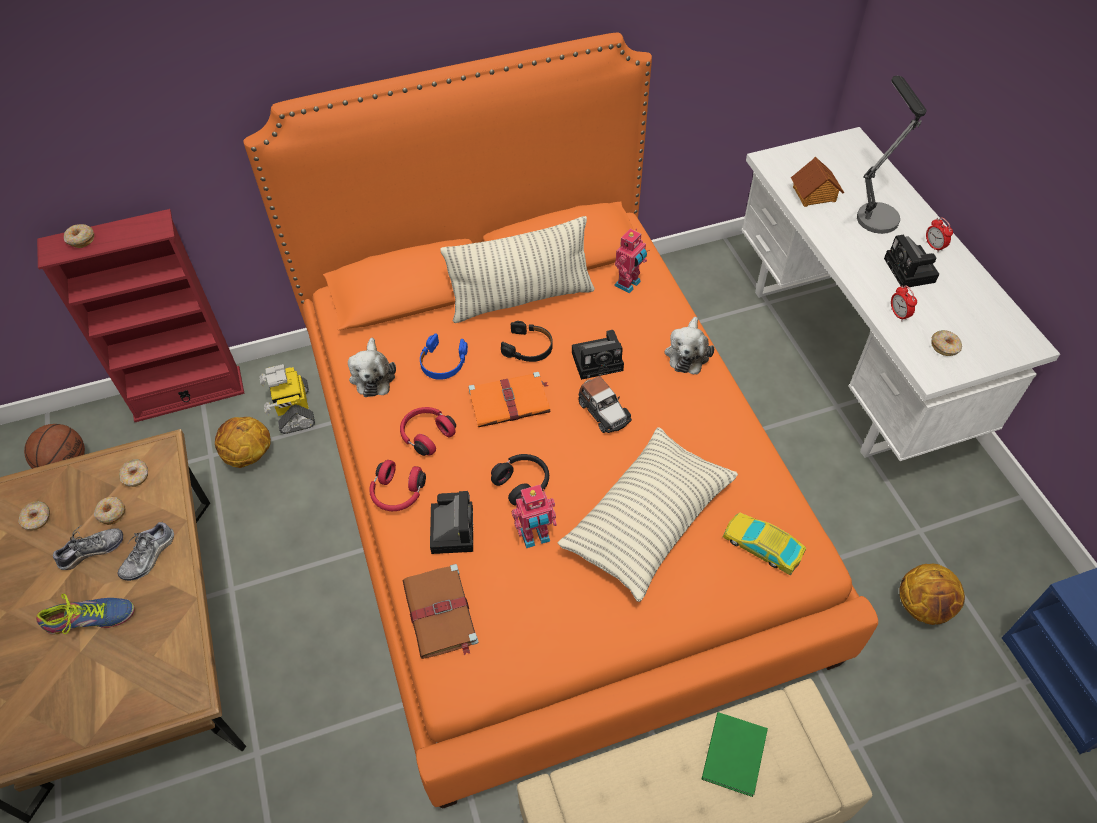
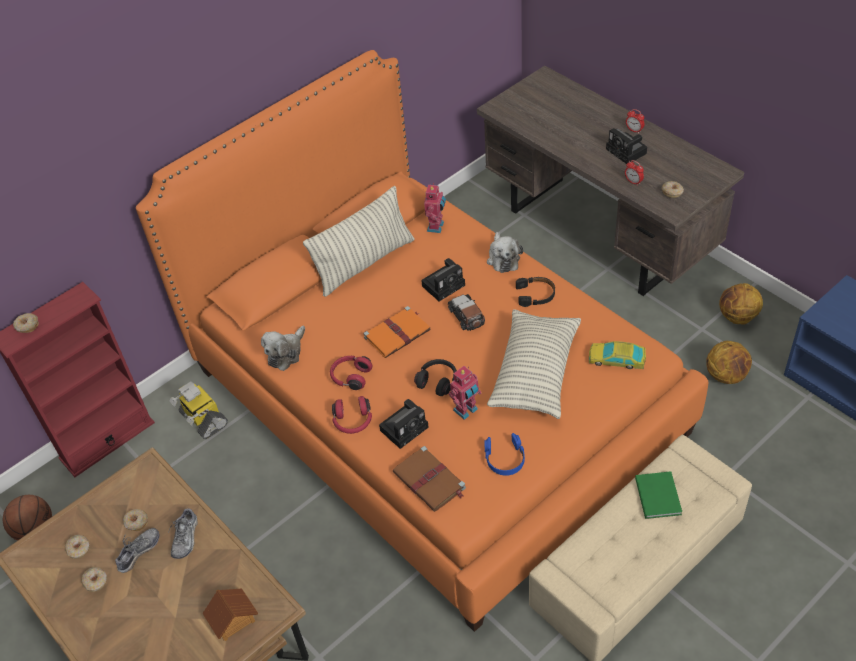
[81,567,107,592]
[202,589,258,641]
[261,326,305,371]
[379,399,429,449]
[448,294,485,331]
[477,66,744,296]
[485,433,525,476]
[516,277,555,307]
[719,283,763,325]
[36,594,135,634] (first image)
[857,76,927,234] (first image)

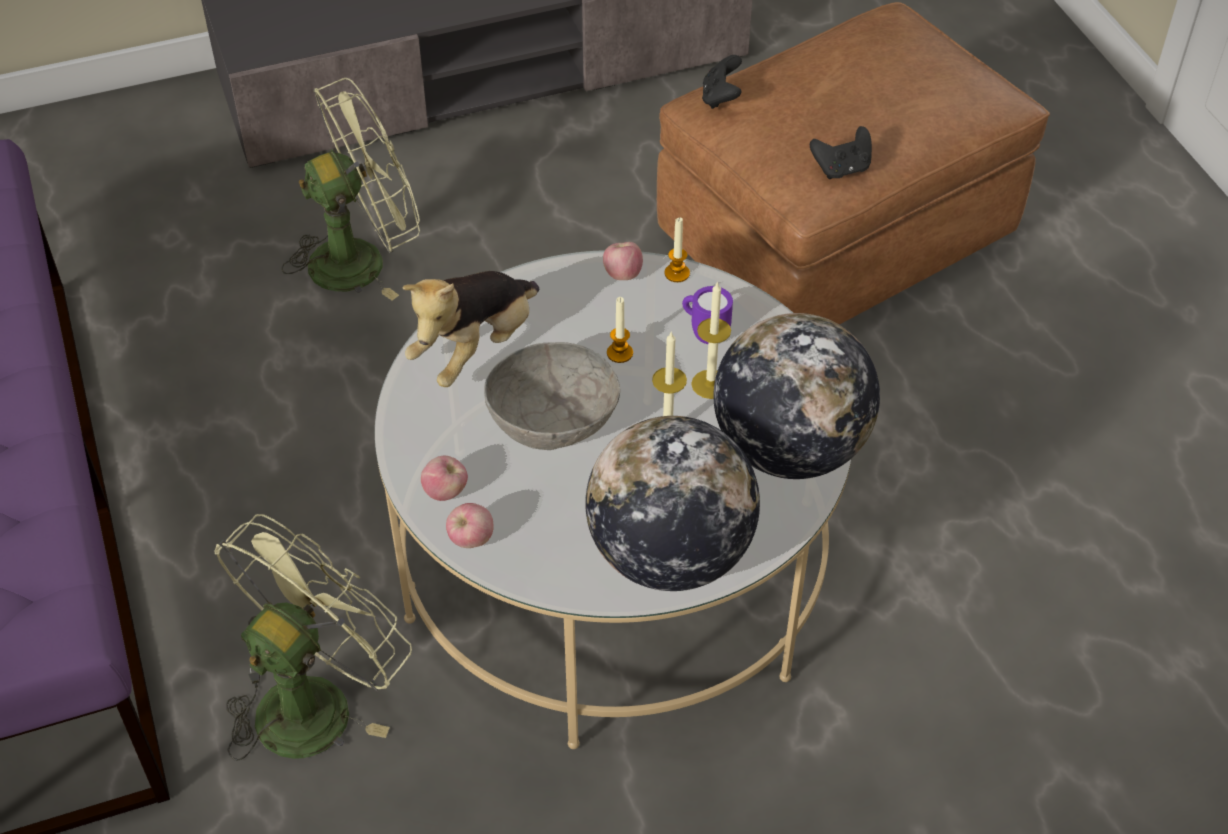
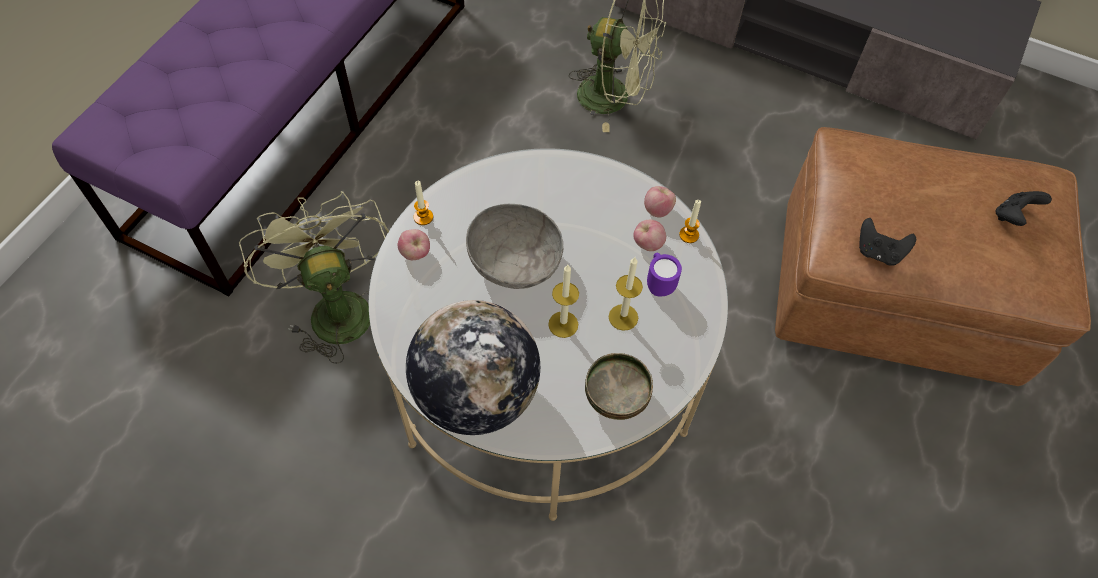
[239,191,389,364]
[414,181,433,225]
[585,353,653,420]
[634,220,666,251]
[995,191,1052,226]
[403,271,539,387] (first image)

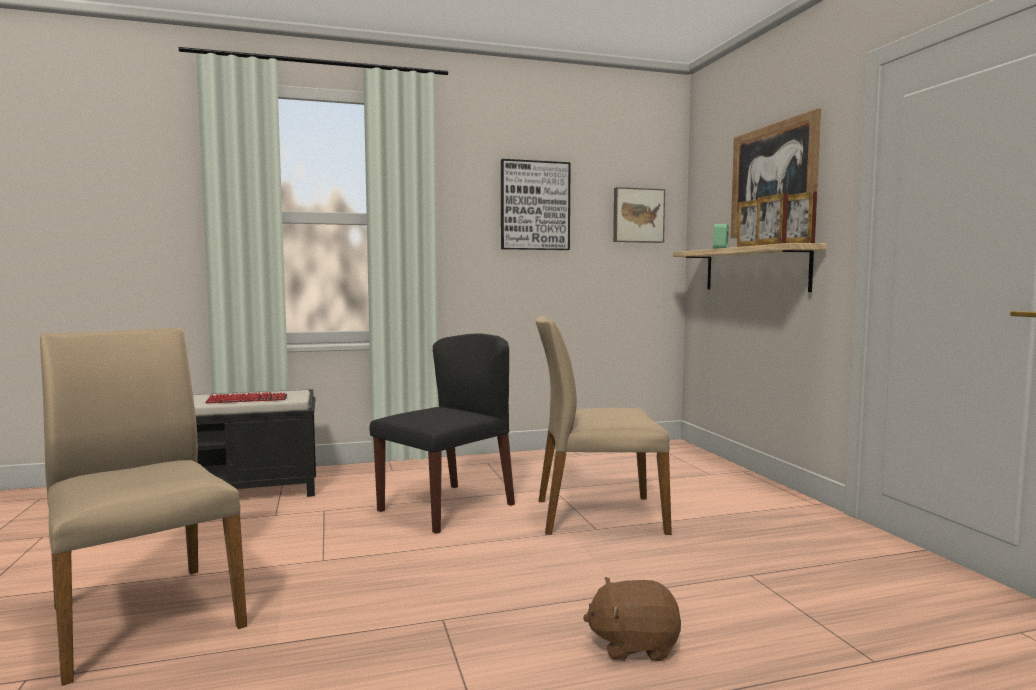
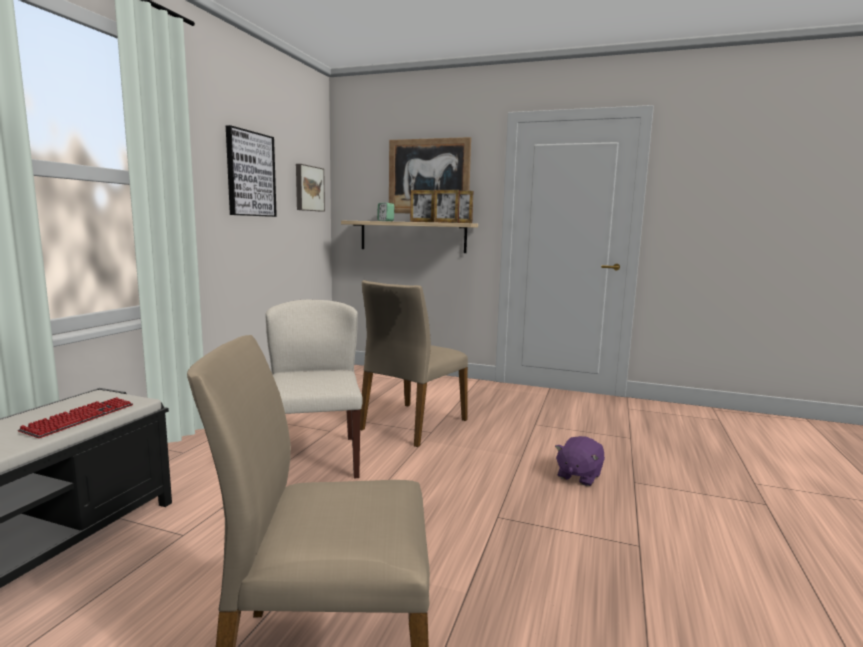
[265,300,363,479]
[555,436,605,486]

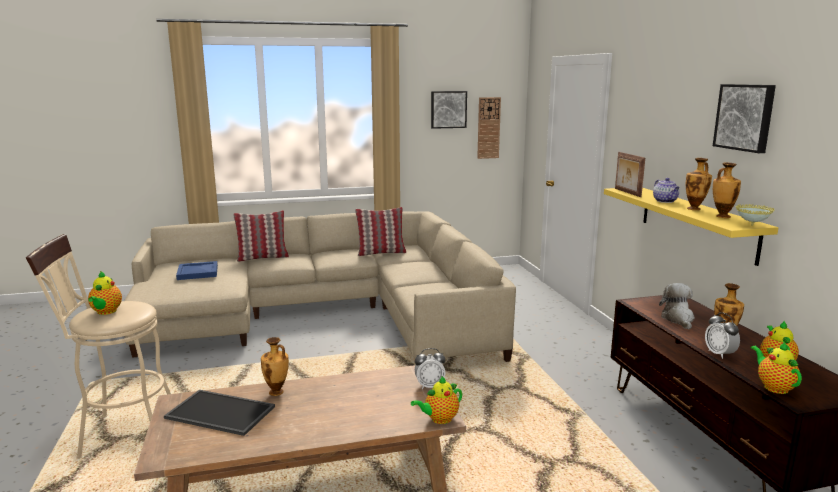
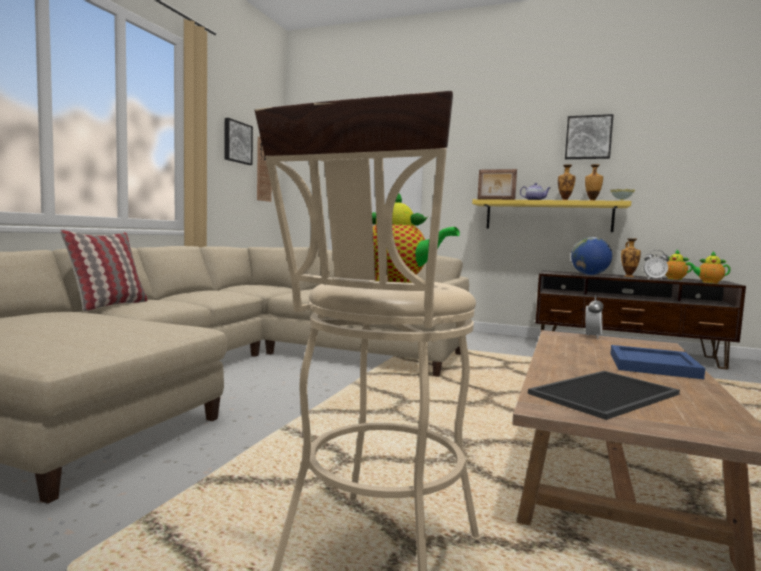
[571,237,612,275]
[610,345,705,379]
[261,337,289,396] (first image)
[355,207,406,256] (first image)
[411,376,462,424] (first image)

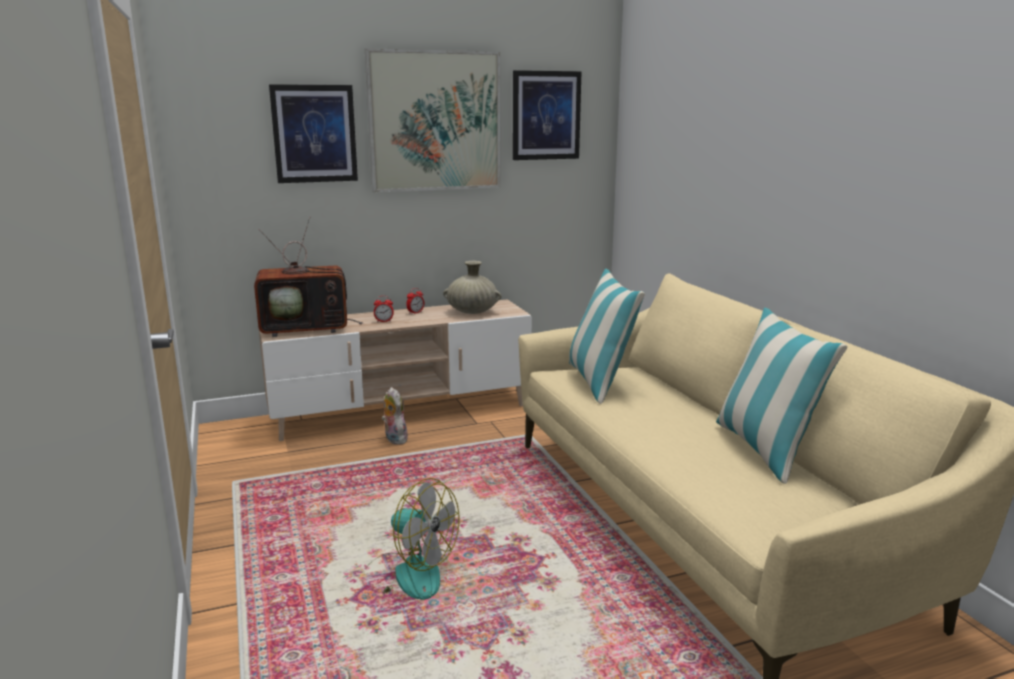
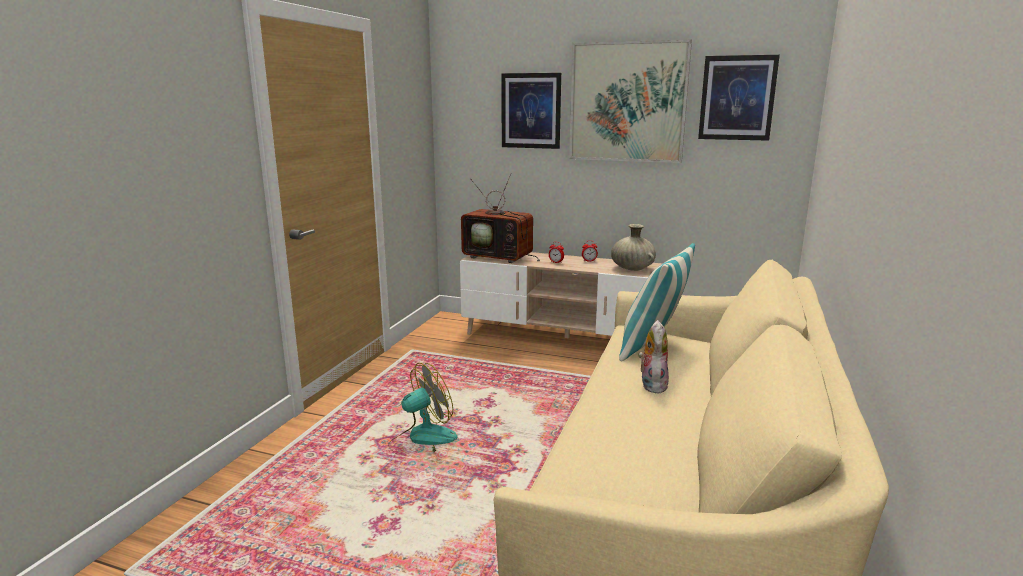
[388,363,458,455]
[638,320,669,393]
[716,308,848,484] (first image)

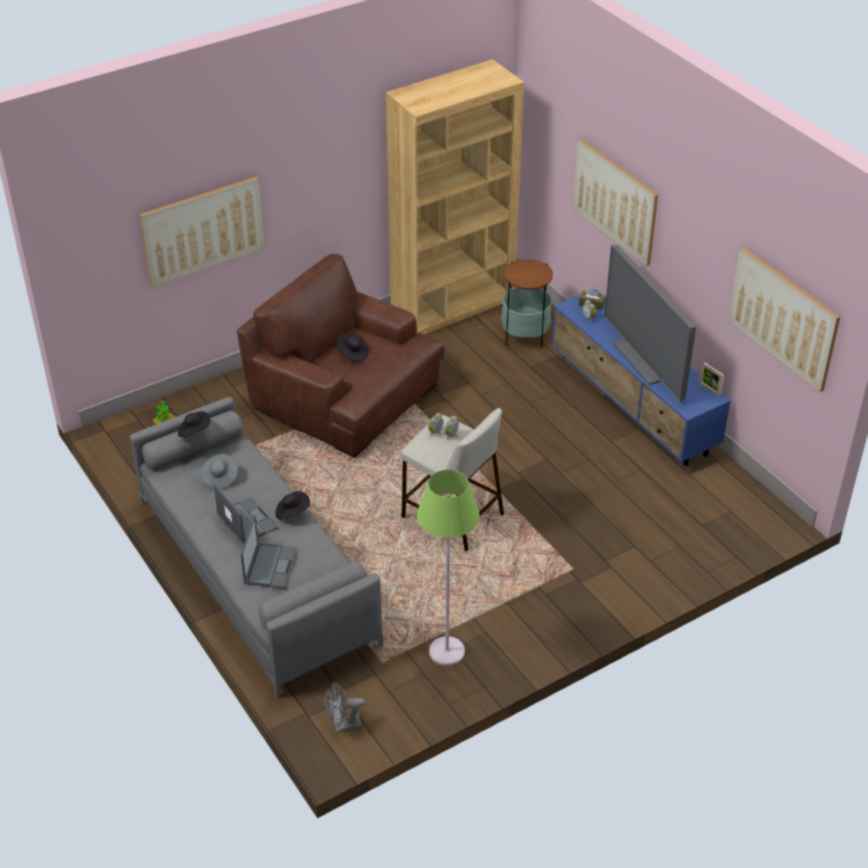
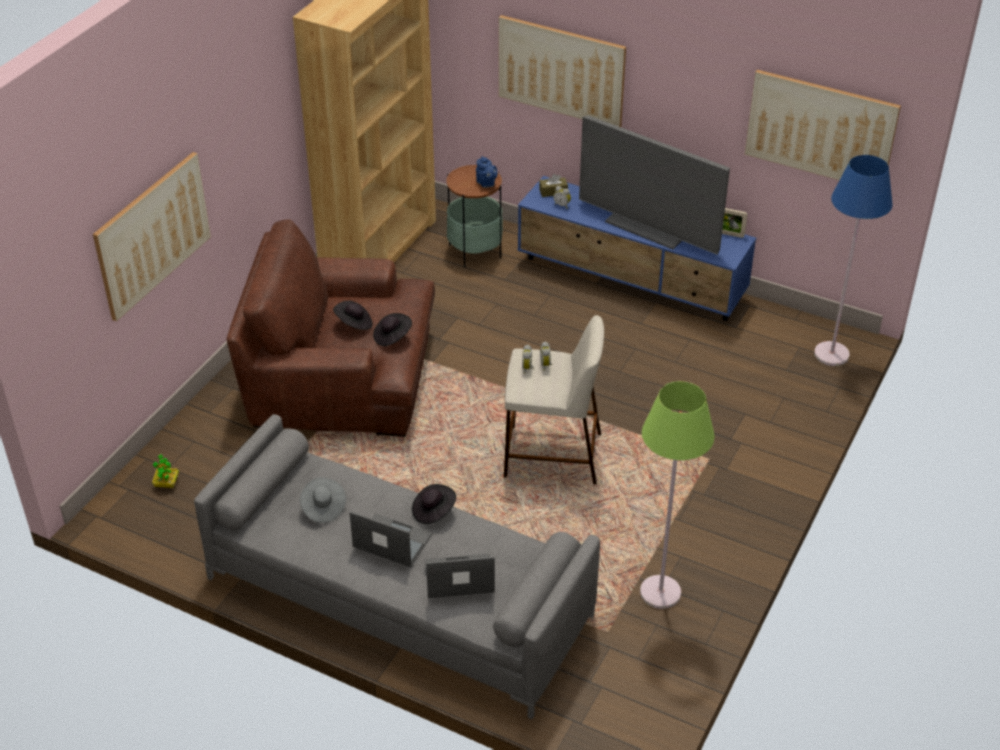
[373,313,412,346]
[424,554,495,598]
[476,156,498,188]
[814,155,893,366]
[324,682,365,732] (first image)

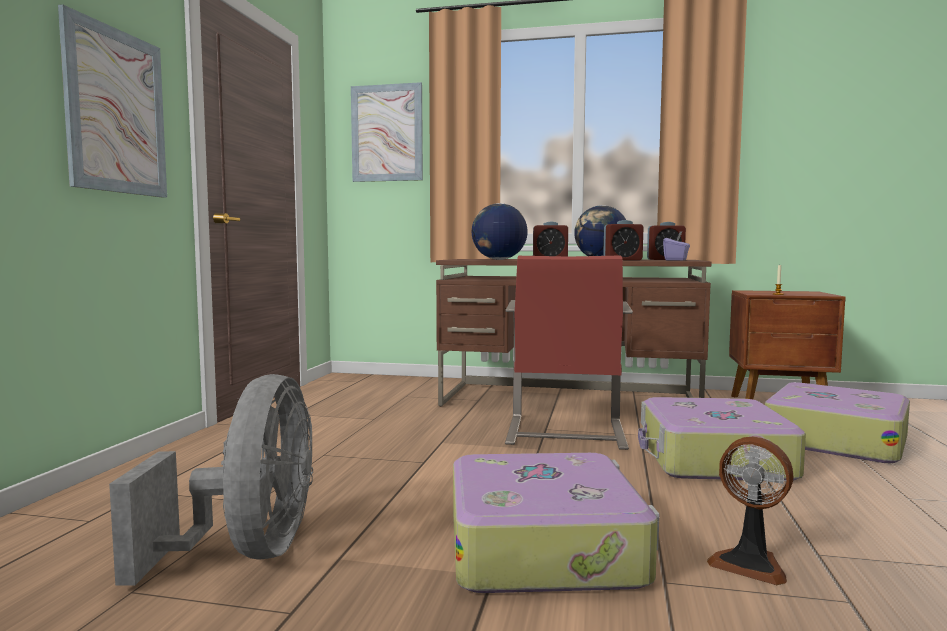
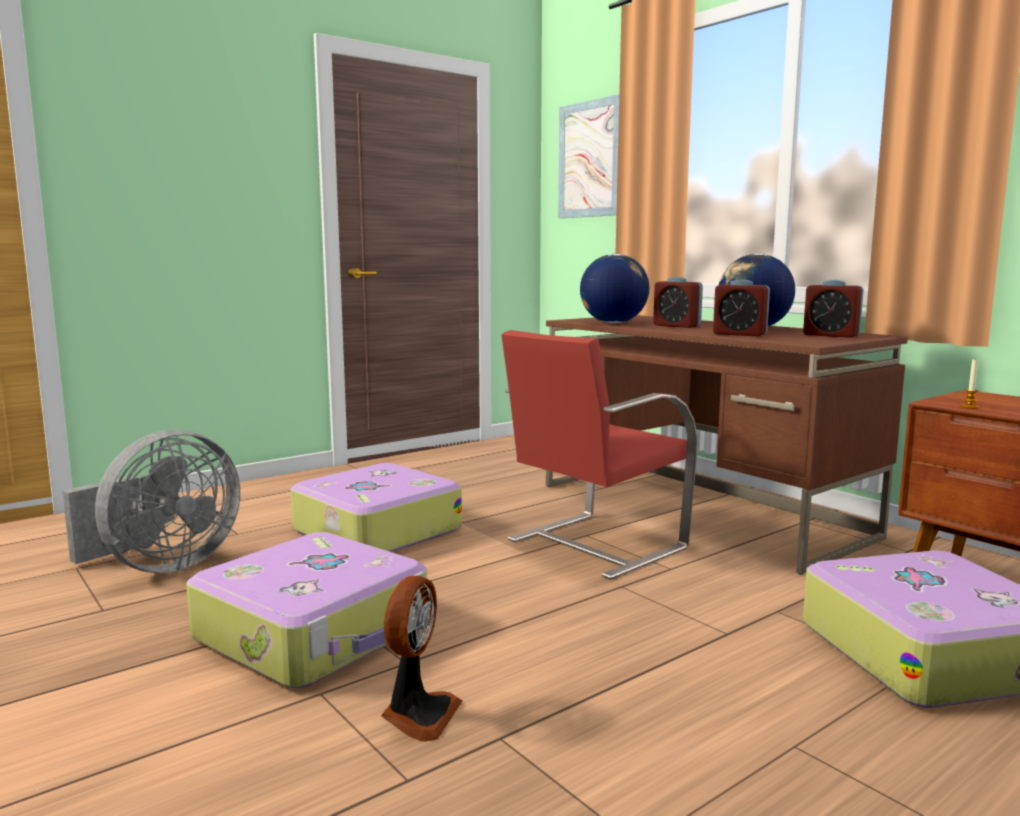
[290,463,462,552]
[381,576,462,742]
[58,4,167,198] (first image)
[663,231,690,260] (first image)

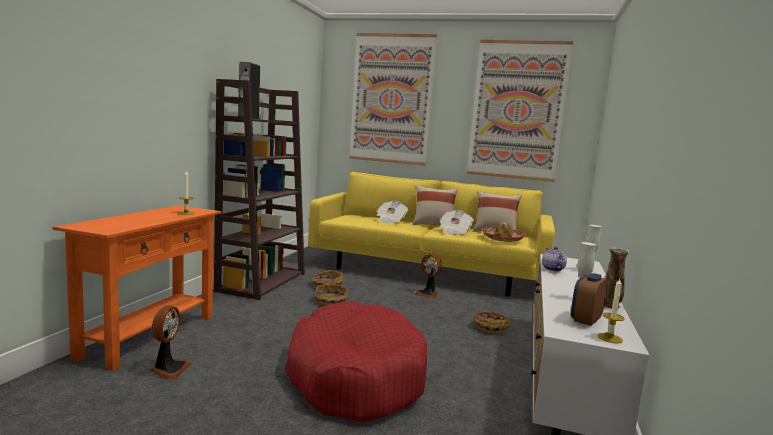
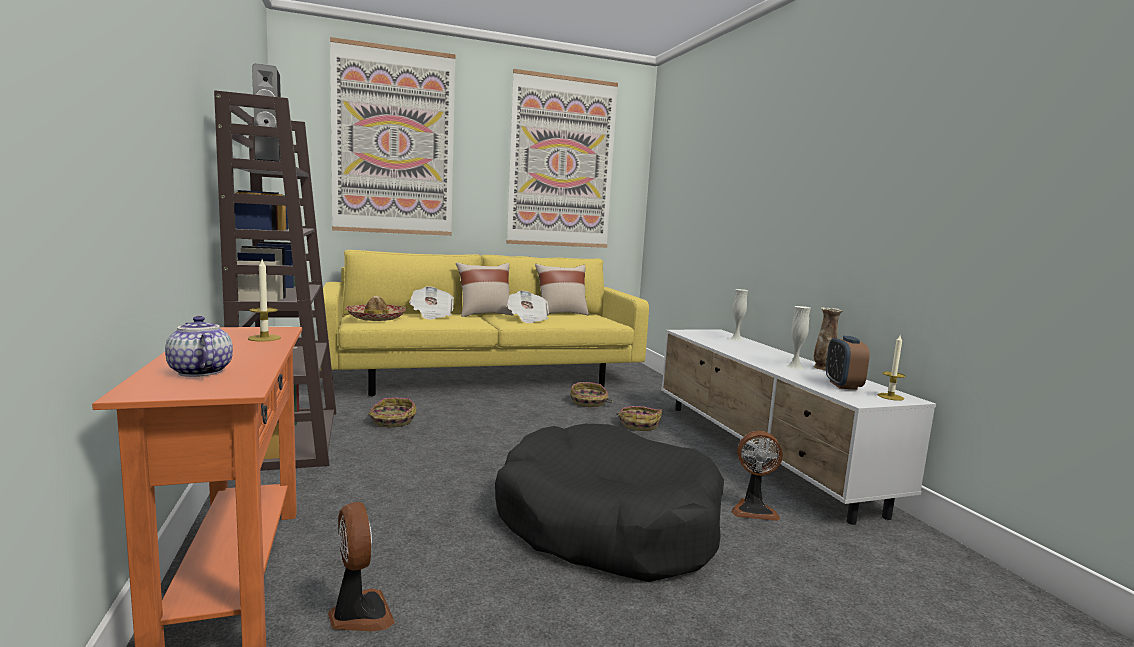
[165,316,233,377]
[345,296,406,321]
[495,424,724,582]
[570,382,613,407]
[731,431,783,521]

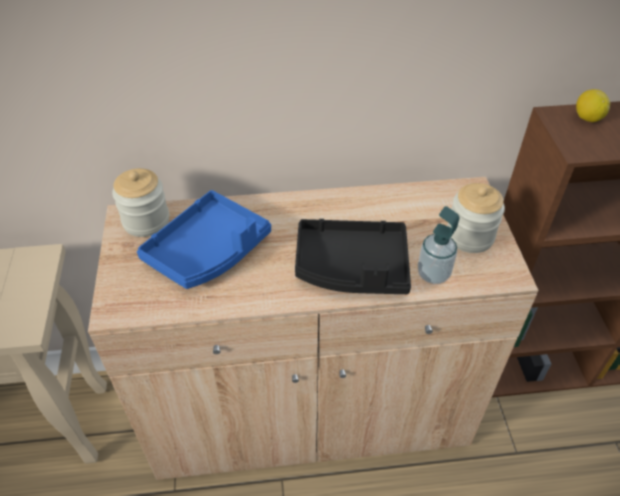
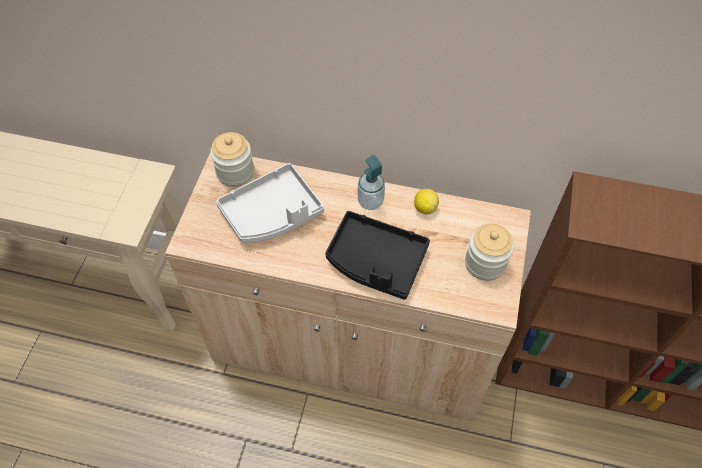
[216,163,324,243]
[358,155,385,210]
[414,189,439,214]

